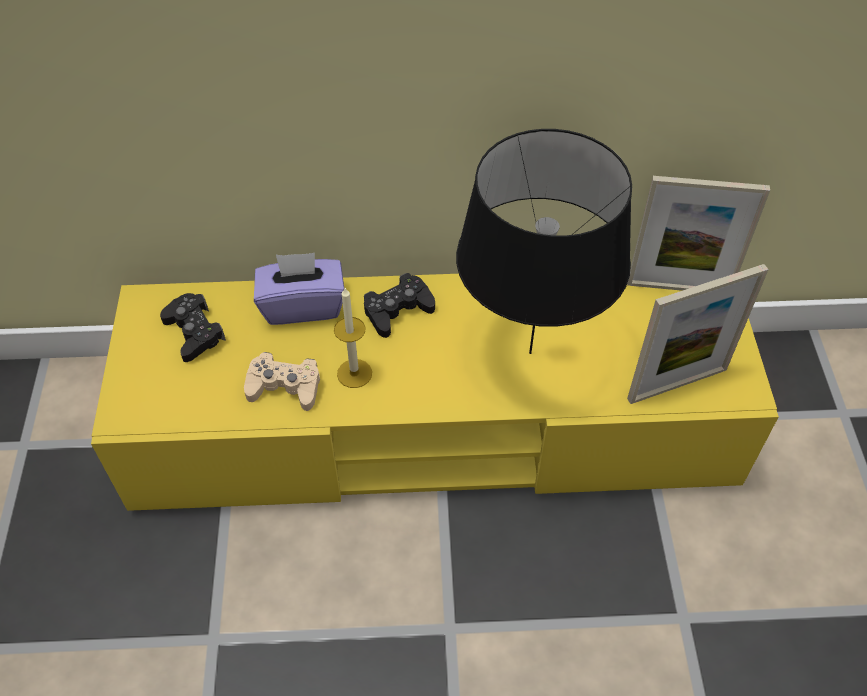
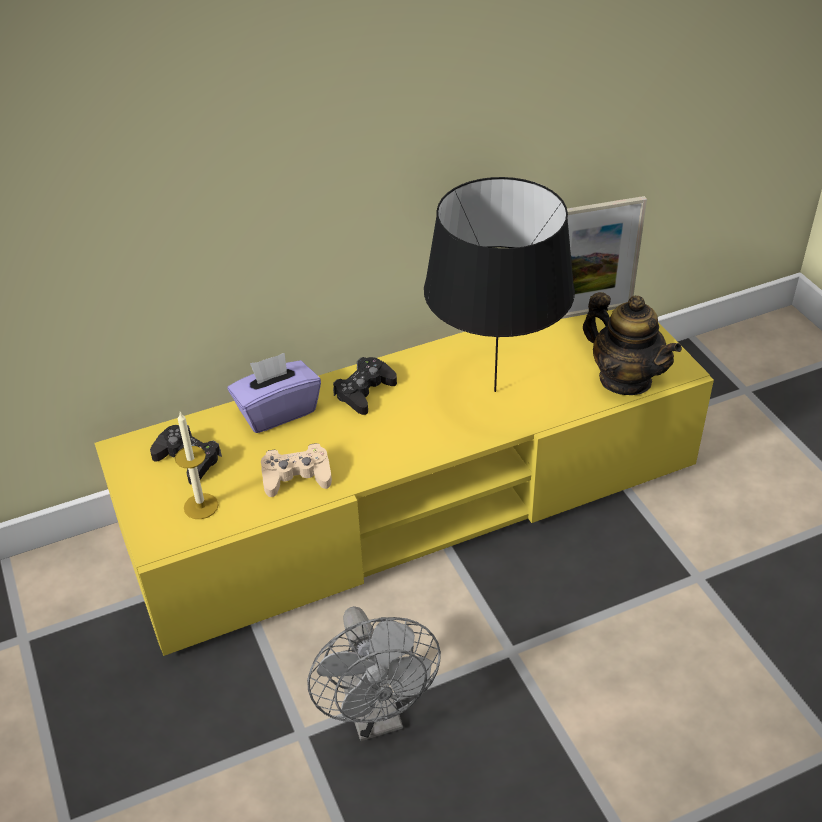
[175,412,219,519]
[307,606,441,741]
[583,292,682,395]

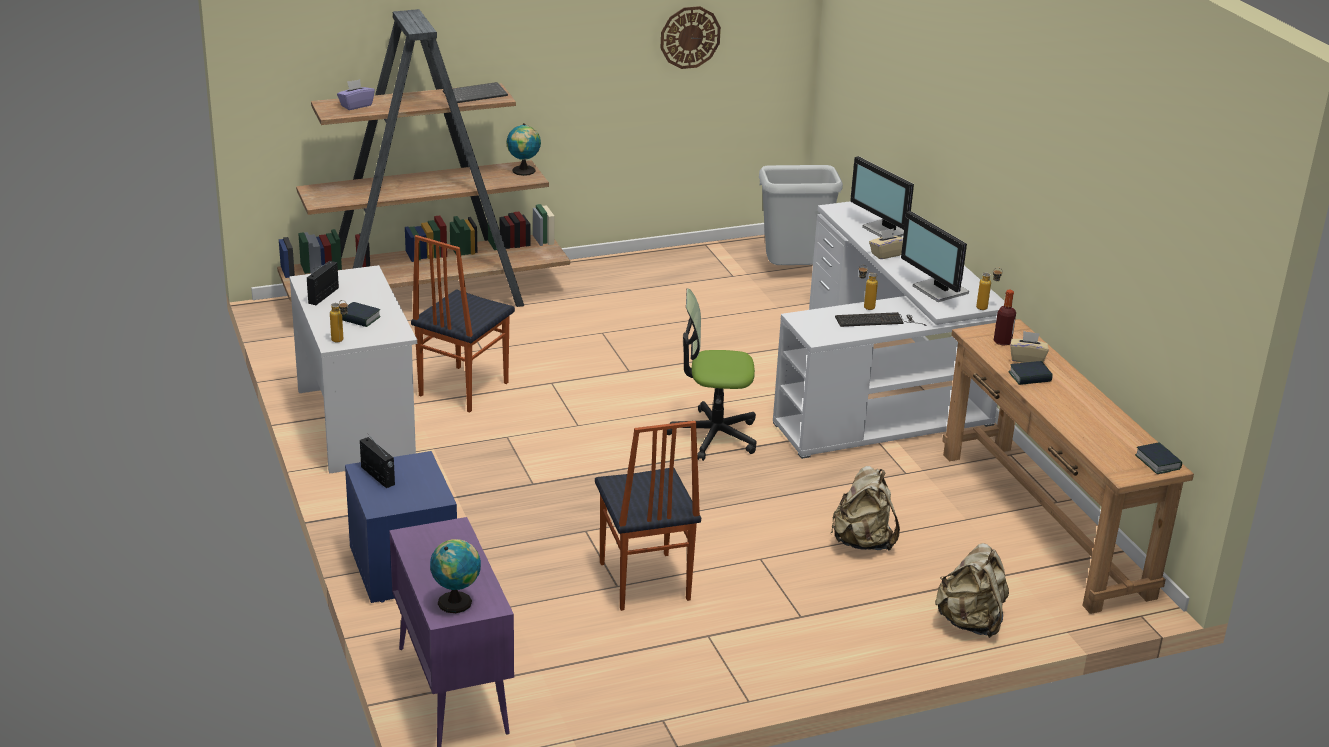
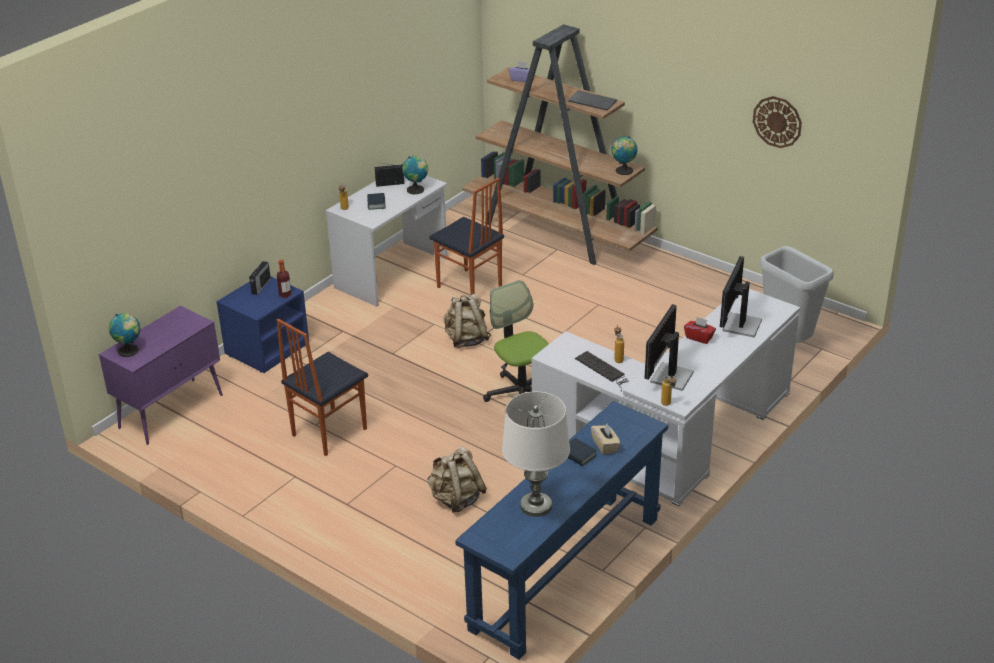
[277,260,291,298]
[402,156,428,194]
[429,177,504,295]
[444,294,491,348]
[455,401,668,660]
[502,391,570,517]
[684,317,716,344]
[1135,442,1182,474] (first image)

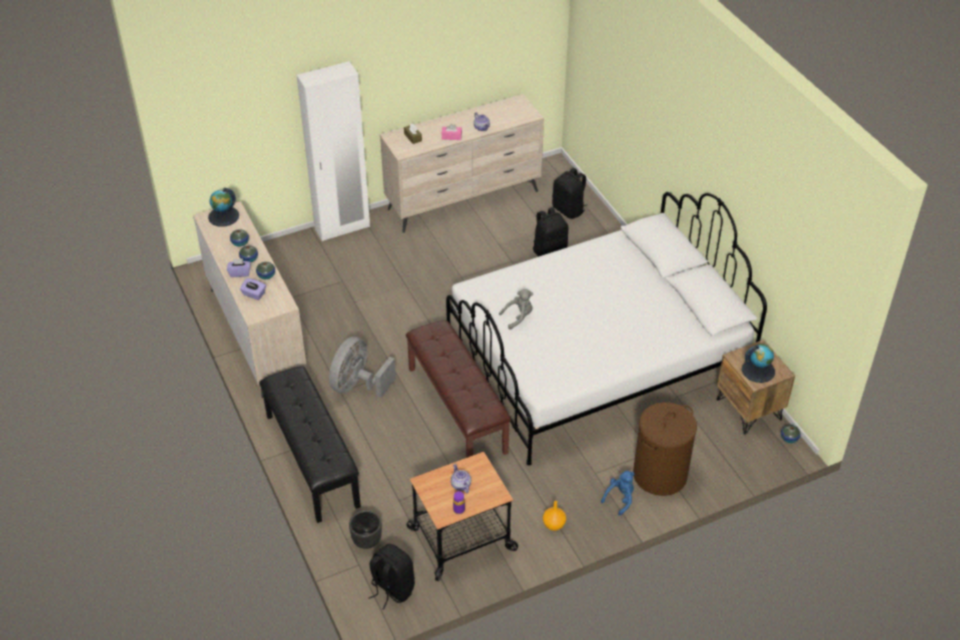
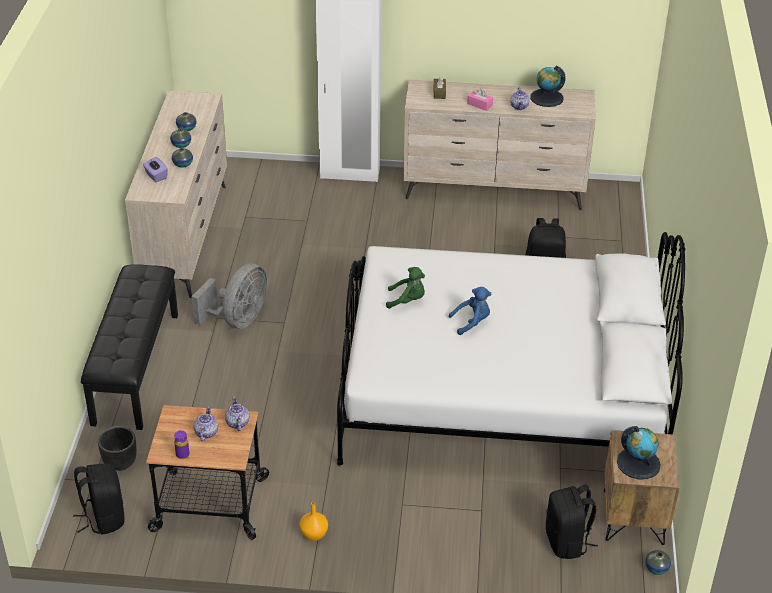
[192,264,267,328]
[225,397,249,431]
[386,267,425,309]
[449,287,492,335]
[530,65,566,107]
[546,485,598,559]
[227,258,251,277] (first image)
[406,320,511,458] (first image)
[633,402,697,496] (first image)

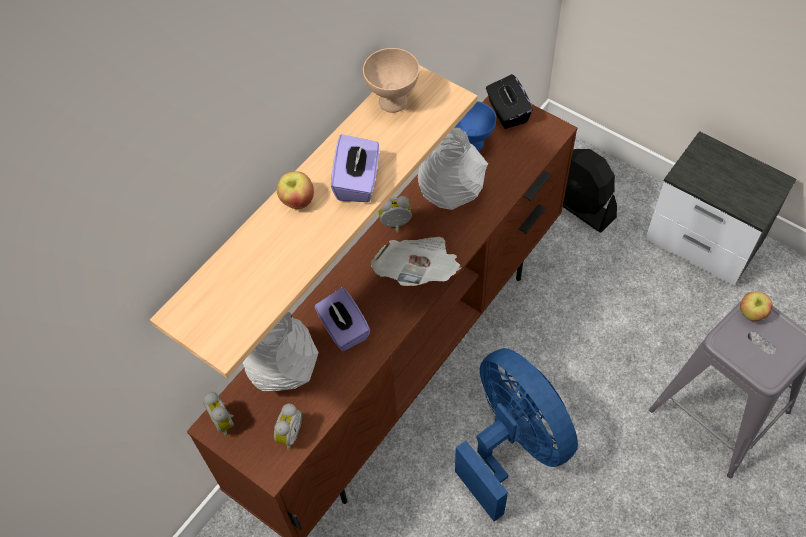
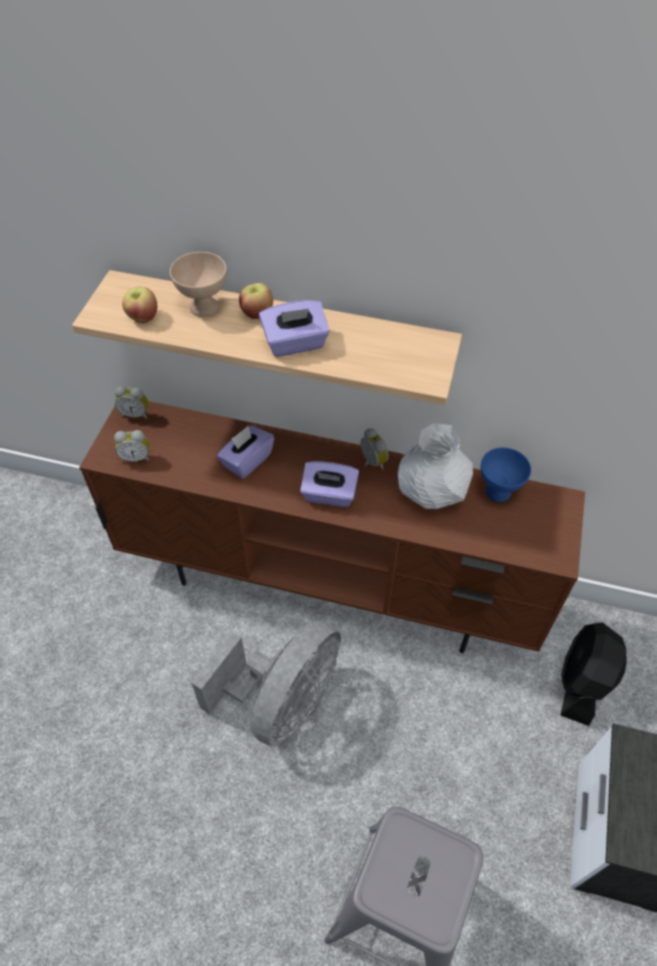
[115,386,148,419]
[122,287,157,323]
[170,252,227,317]
[191,621,341,747]
[300,461,359,507]
[242,312,319,391] (first image)
[486,74,533,129] (first image)

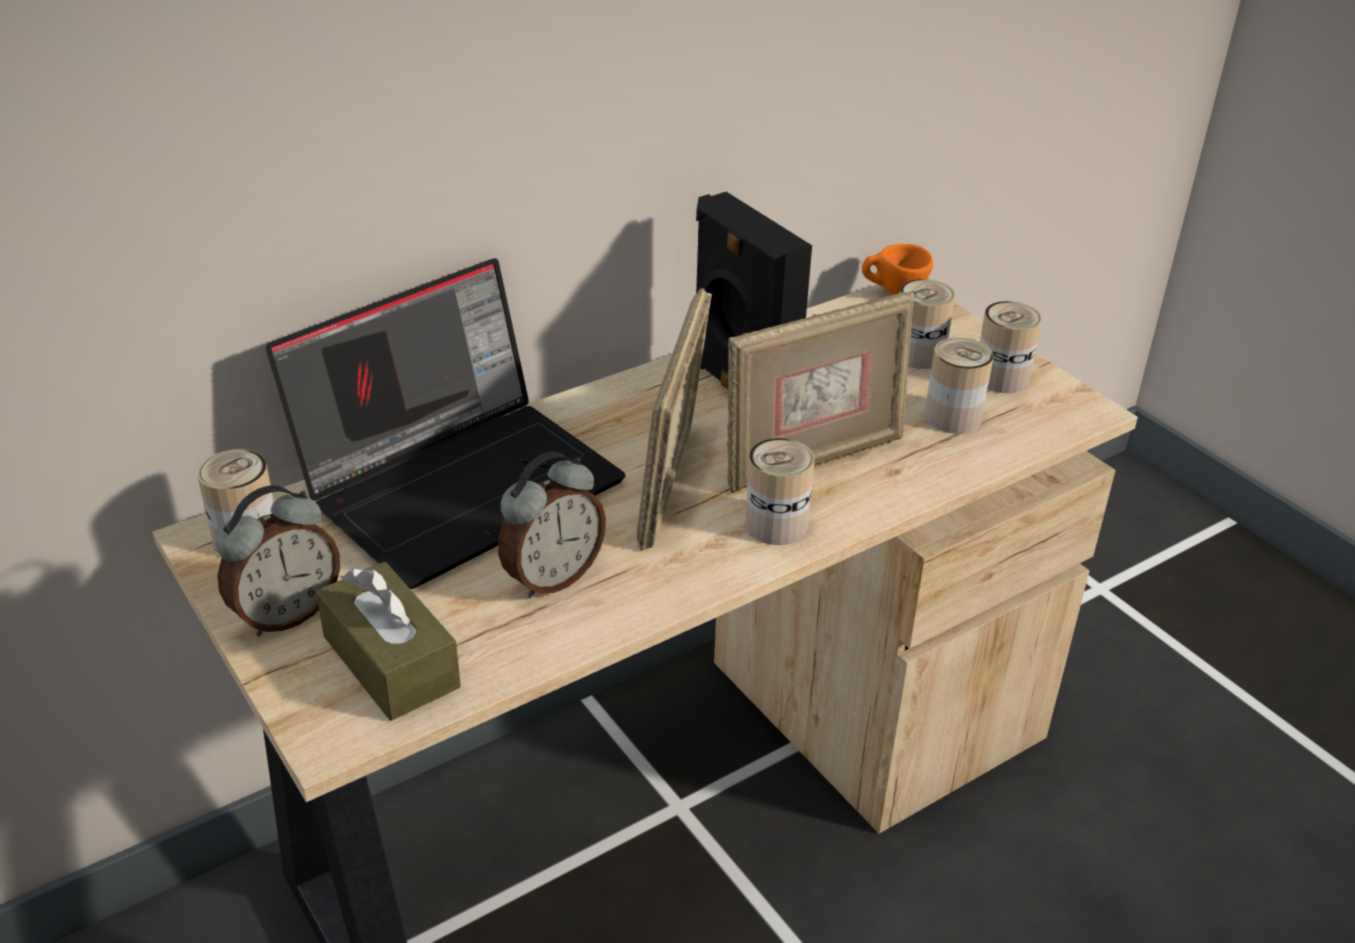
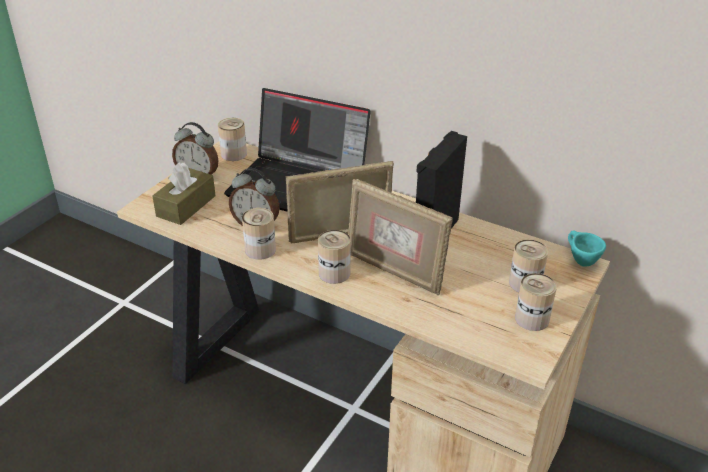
[242,208,276,260]
[568,230,606,267]

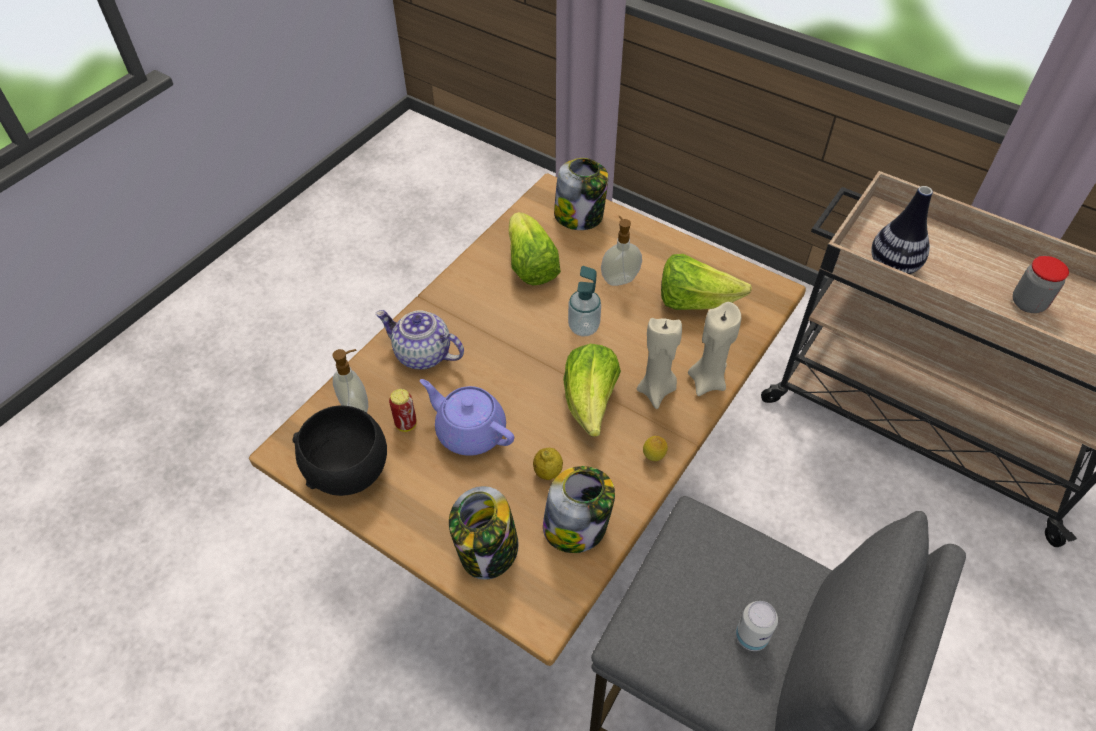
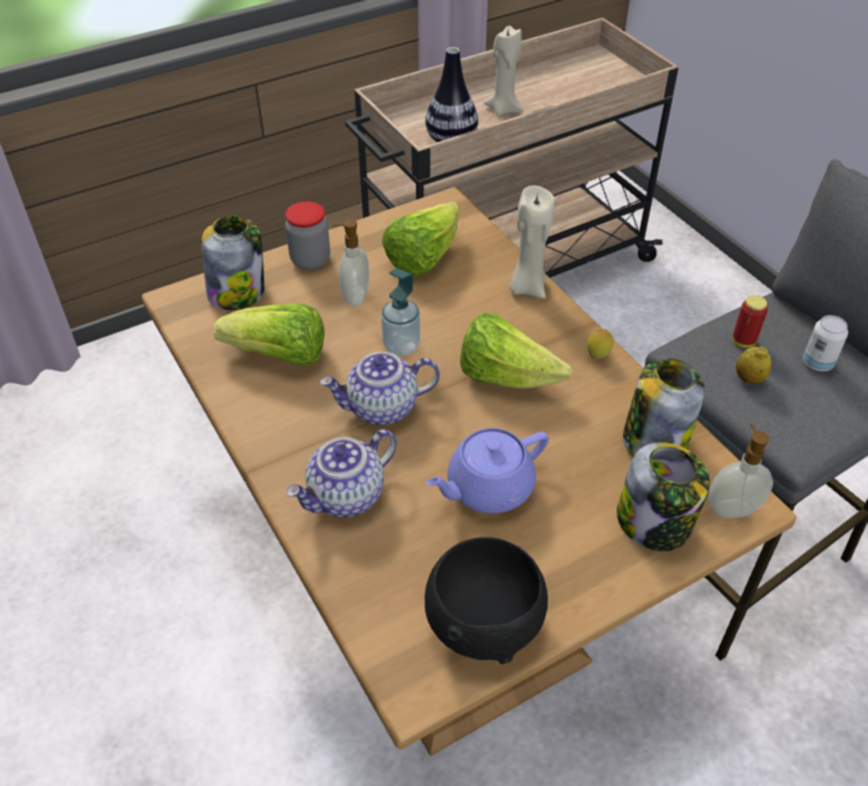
[285,202,330,270]
[320,352,440,425]
[484,26,523,116]
[708,424,773,518]
[733,295,768,347]
[736,347,771,384]

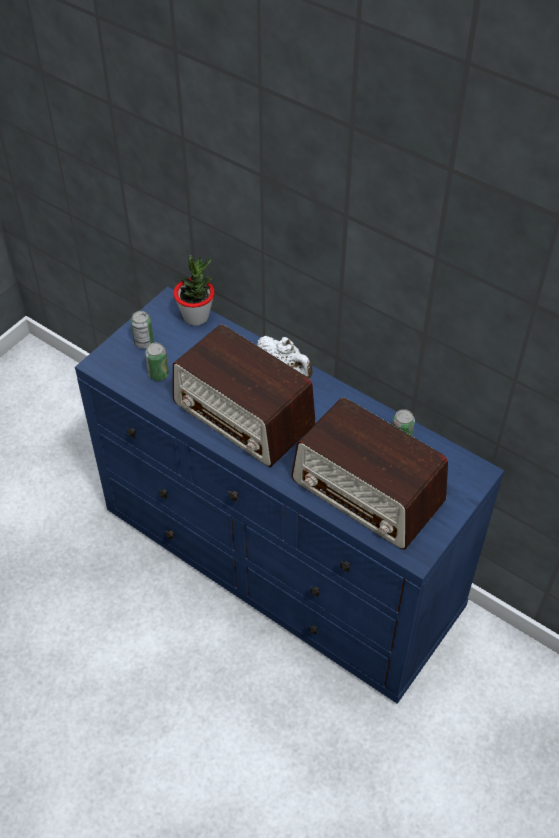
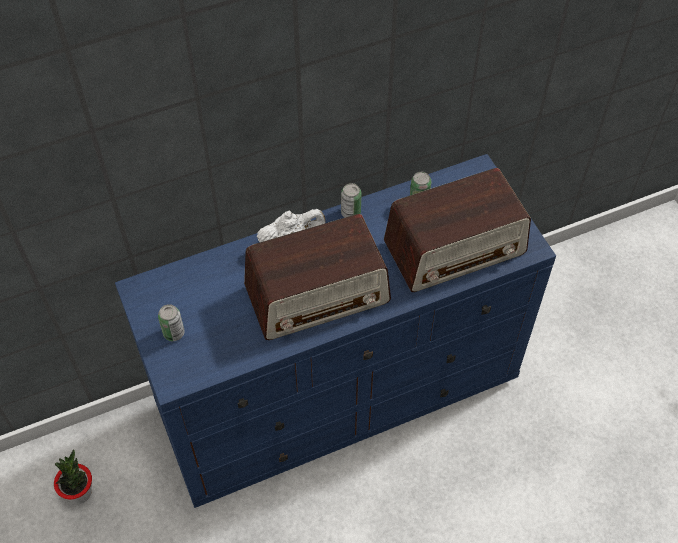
[54,449,92,504]
[341,183,362,218]

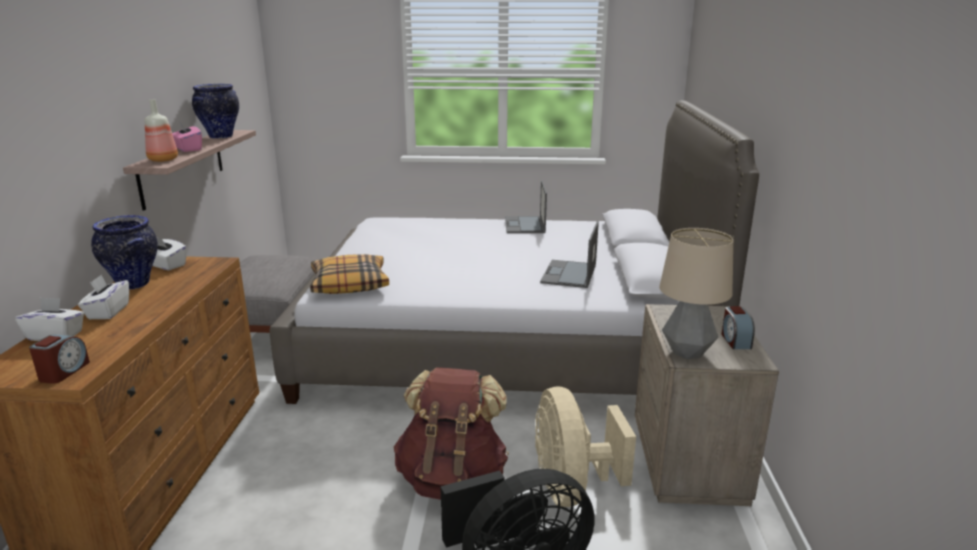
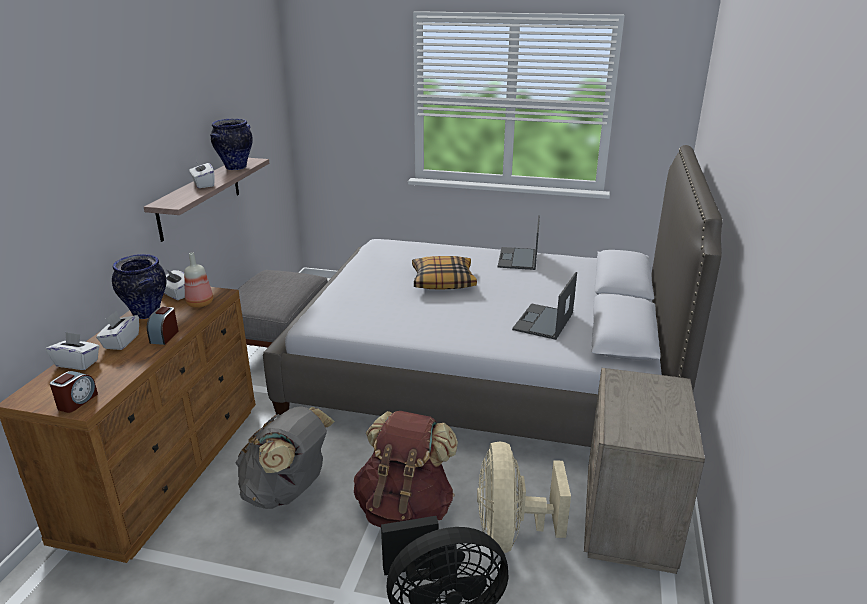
[147,307,179,345]
[184,252,213,308]
[189,160,215,188]
[236,406,335,509]
[412,256,477,289]
[659,228,734,359] (first image)

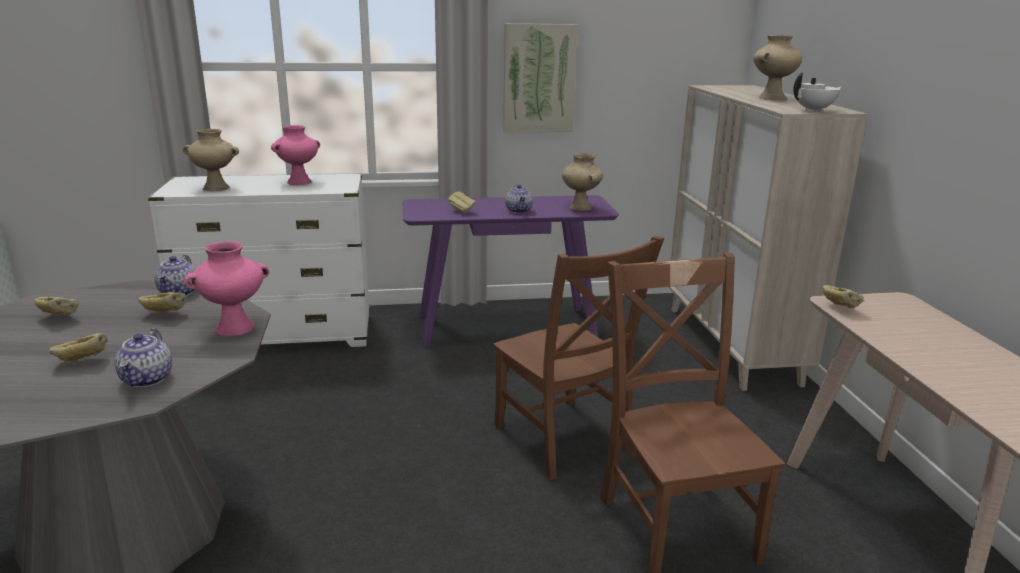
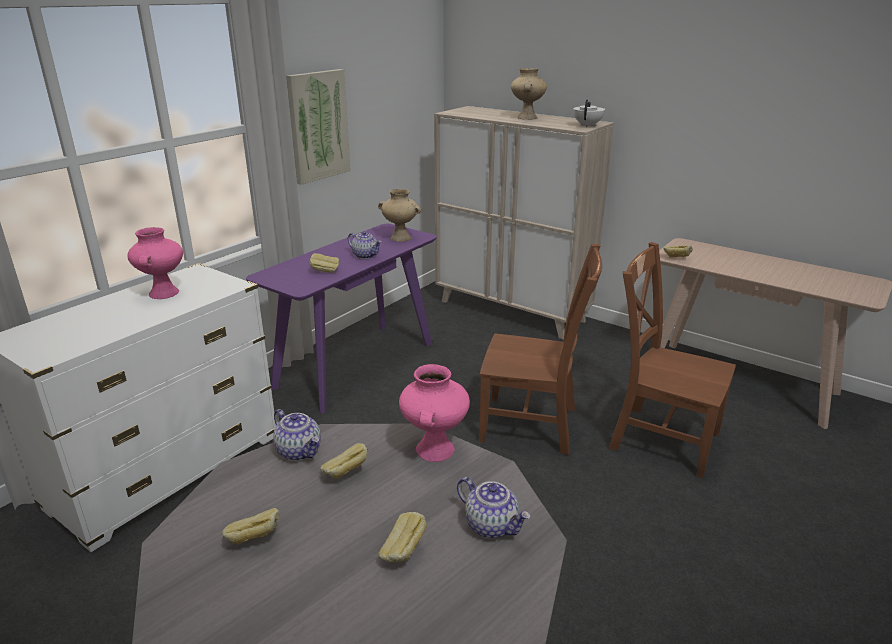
[182,129,239,191] (first image)

